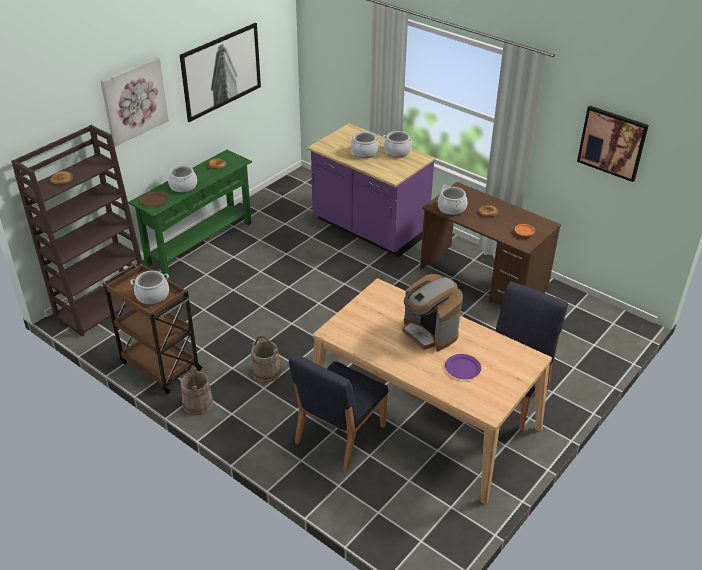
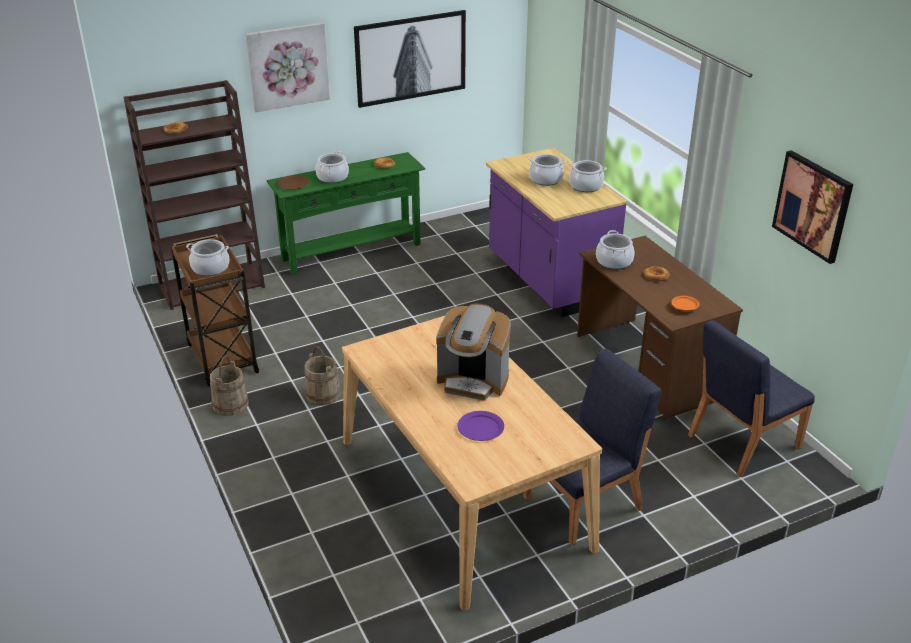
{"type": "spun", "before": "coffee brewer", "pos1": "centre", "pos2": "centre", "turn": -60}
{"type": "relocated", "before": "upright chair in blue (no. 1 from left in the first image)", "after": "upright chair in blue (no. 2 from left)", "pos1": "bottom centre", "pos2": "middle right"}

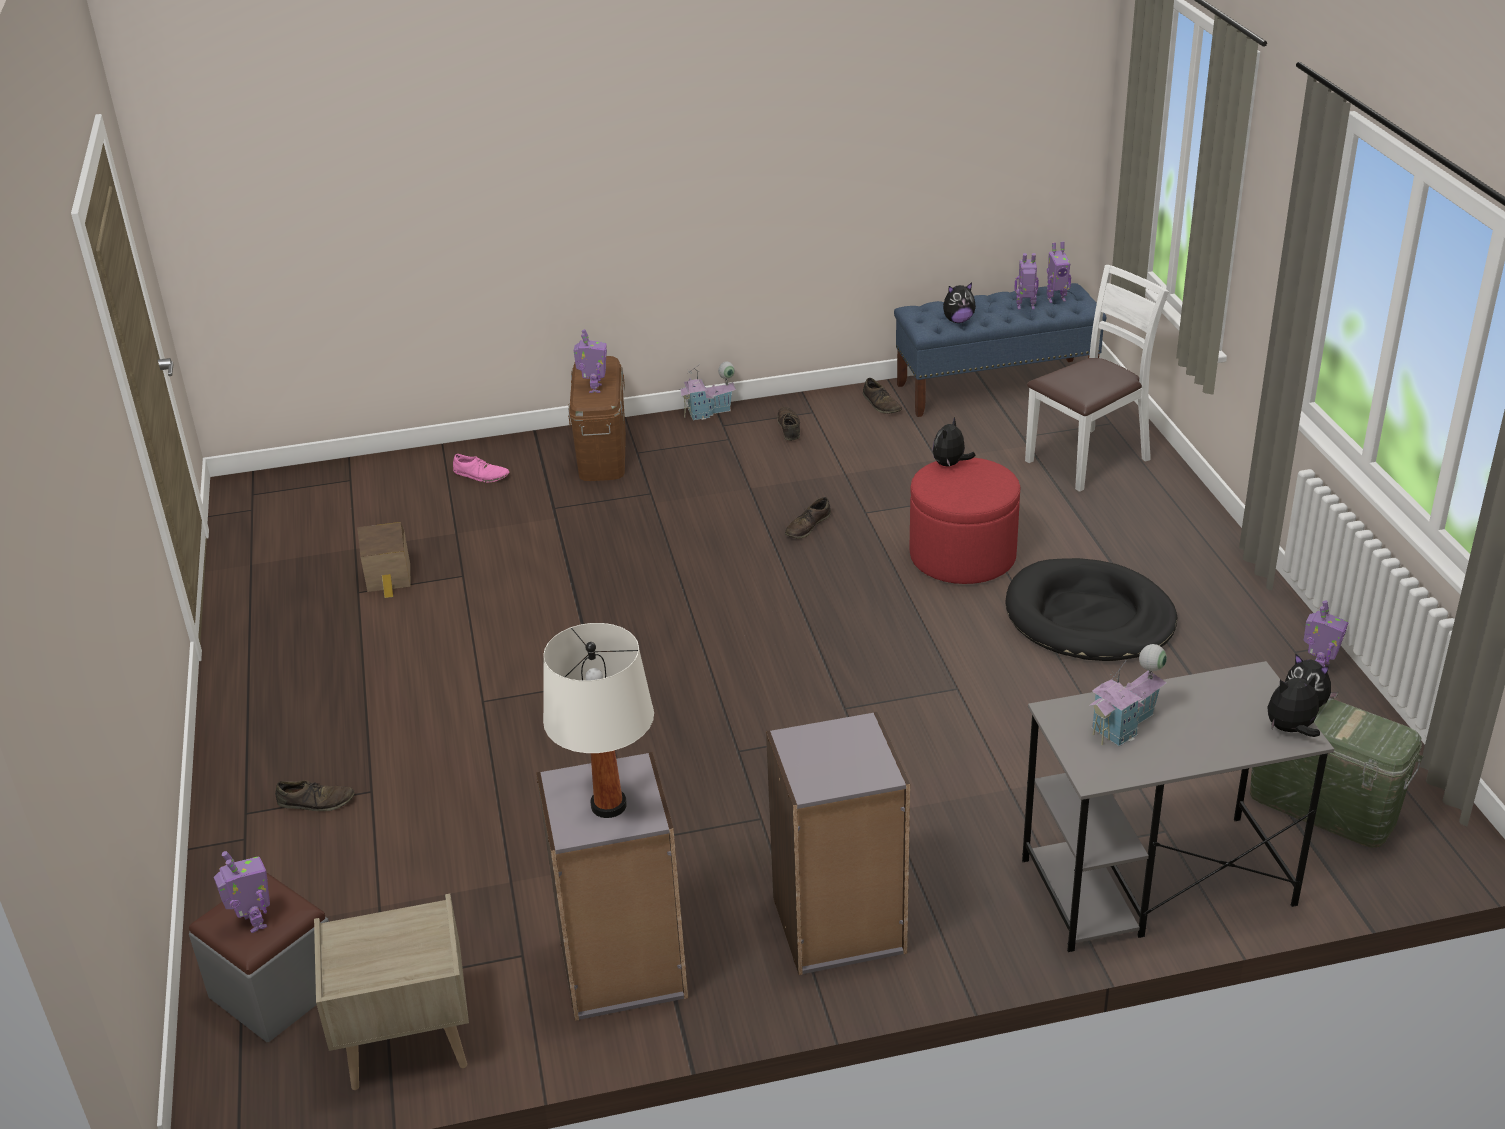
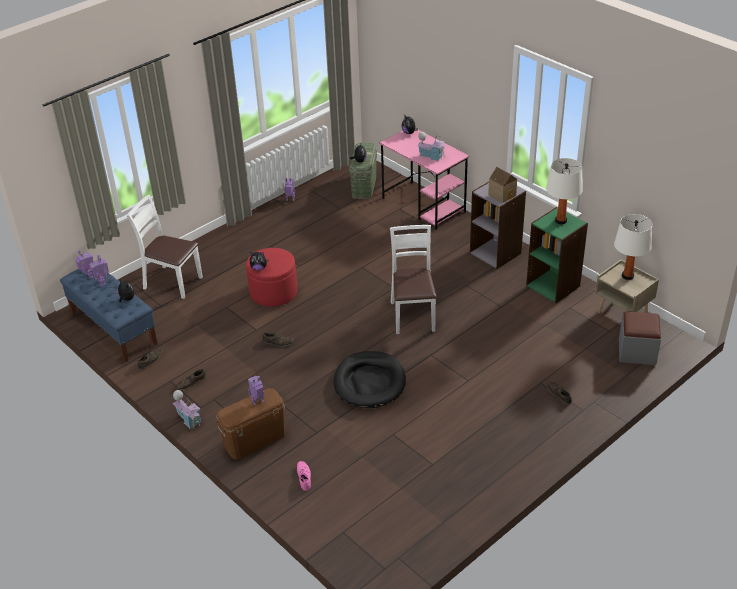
{"type": "relocated", "before": "pet bed in black-coloured", "pos1": "middle right", "pos2": "centre"}
{"type": "colour", "before": "desk table in greyish", "after": "desk table in pink", "pos1": "bottom right", "pos2": "top centre"}
{"type": "appeared", "after": "upright chair in white (no. 2 from left)", "pos2": "centre"}
{"type": "relocated", "before": "toy house (no. 1 from left in the first image)", "after": "toy house (no. 3 from left)", "pos1": "middle left", "pos2": "top right"}
{"type": "colour", "before": "bookcase in greyish (no. 1 from left)", "after": "bookcase in green", "pos1": "bottom centre", "pos2": "middle right"}
{"type": "appeared", "after": "lamp for a table in white (no. 2 from left)", "pos2": "middle right"}
{"type": "missing", "before": "robot figure (no. 1 from left)", "pos1": "bottom left"}

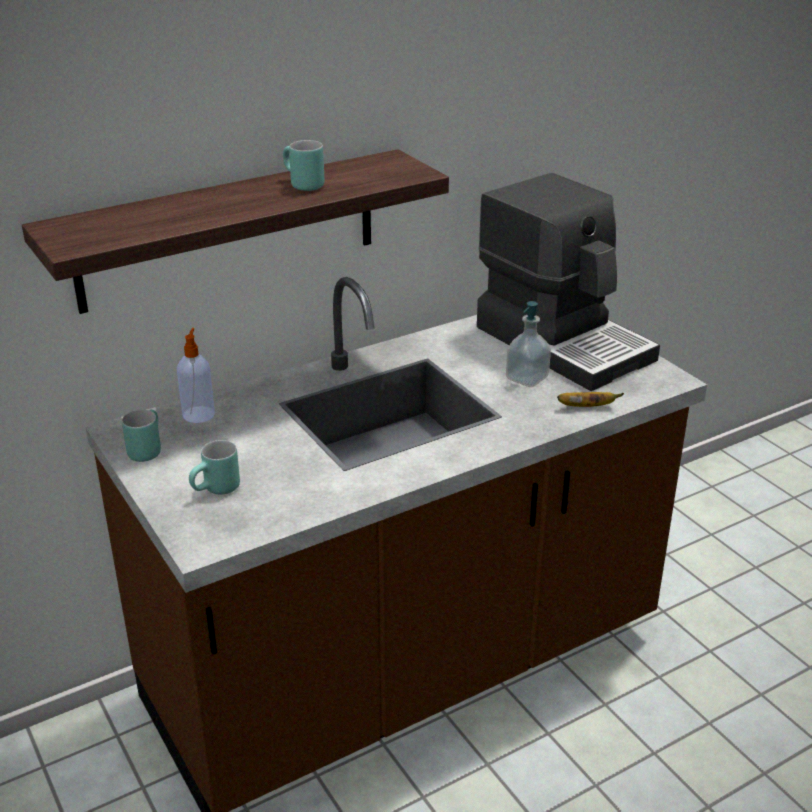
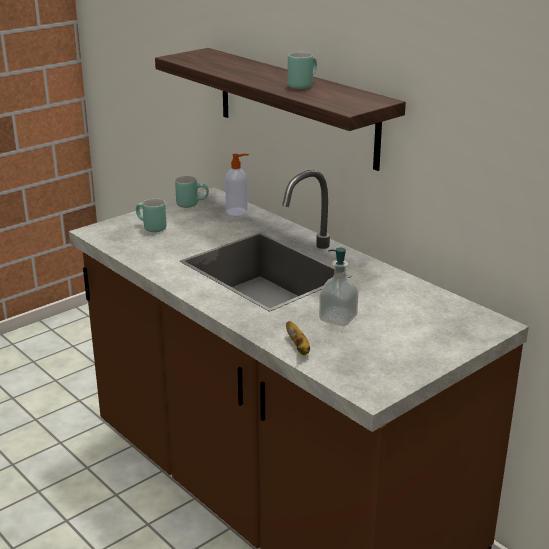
{"type": "missing", "before": "coffee brewer", "pos1": "middle right"}

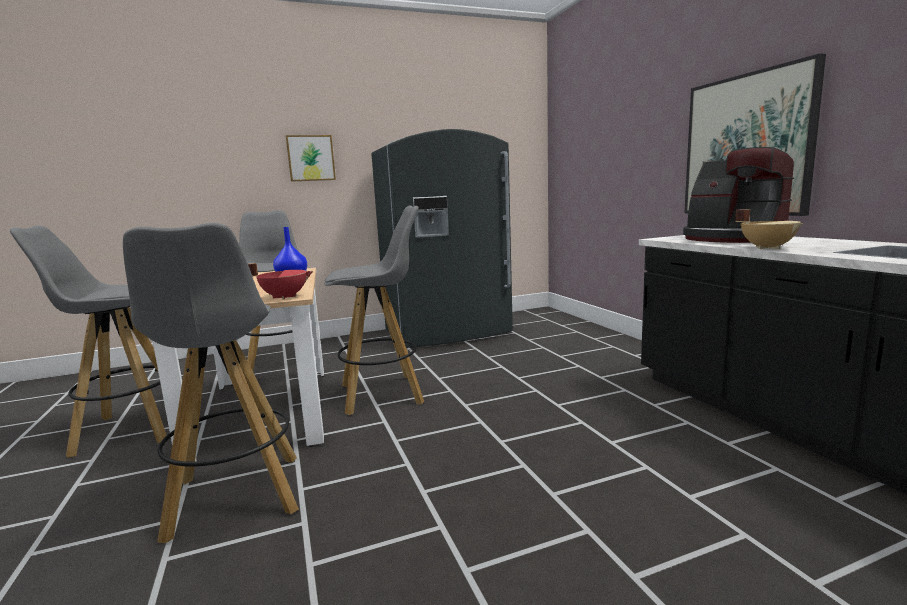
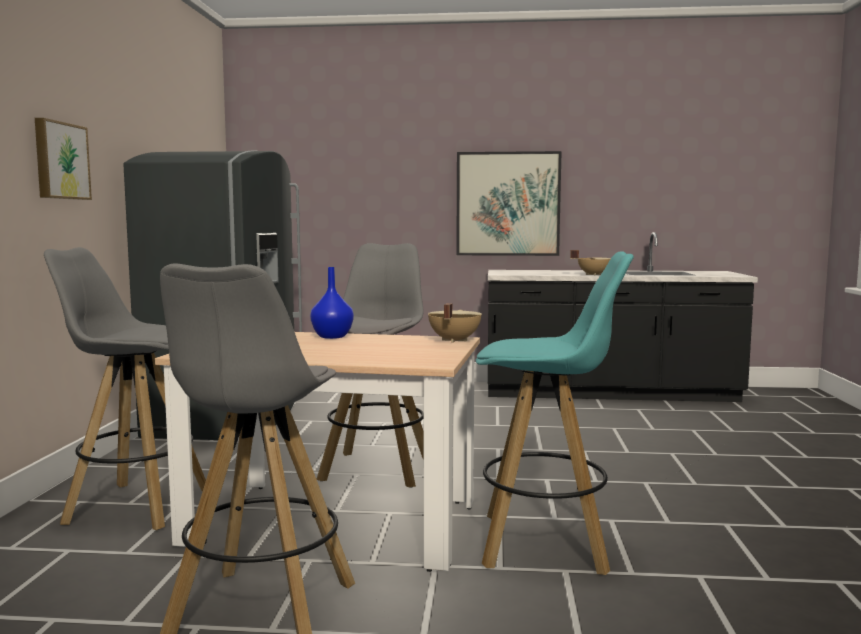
{"type": "colour", "before": "cooking pot in red", "after": "cooking pot in sand-coloured (no. 1 from left)", "pos1": "middle left", "pos2": "centre"}
{"type": "colour", "before": "sitting stool in greyish (no. 2 from left)", "after": "sitting stool in turquoise", "pos1": "middle left", "pos2": "centre"}
{"type": "missing", "before": "coffee brewer", "pos1": "top right"}

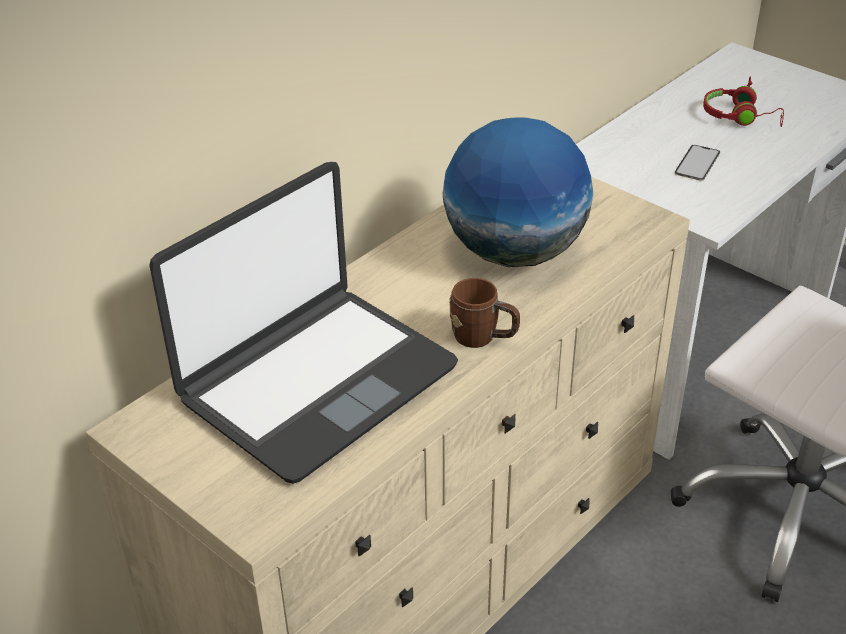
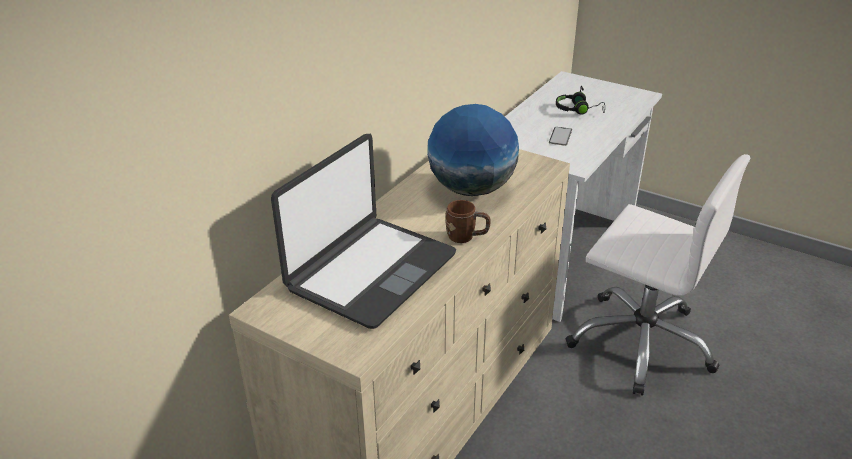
{"type": "colour", "before": "headset in red", "after": "headset in black-coloured", "pos1": "top right", "pos2": "top right"}

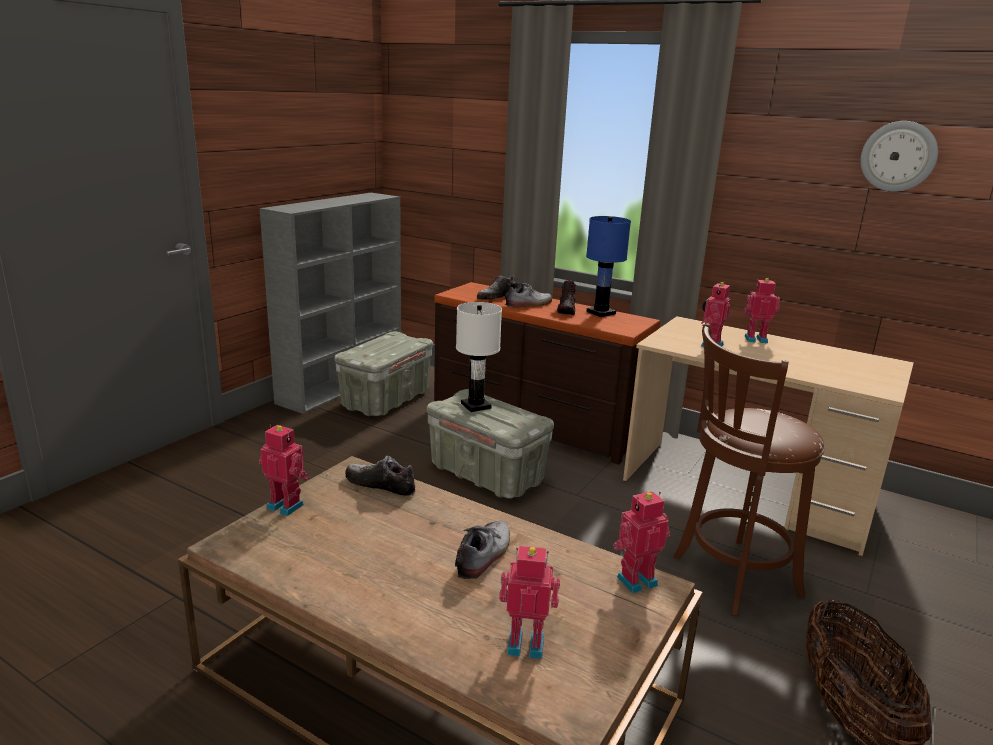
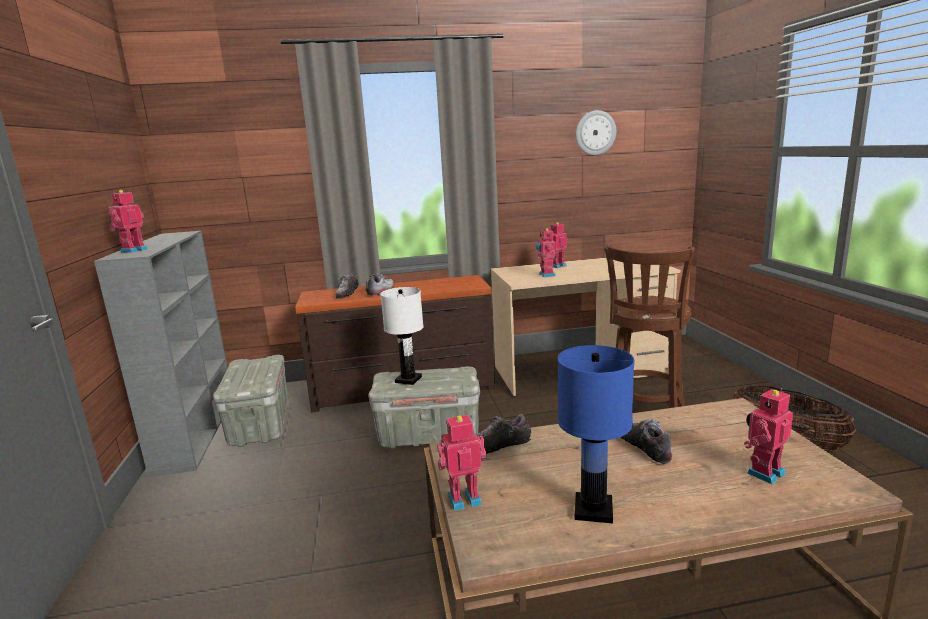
{"type": "relocated", "before": "robot figure (no. 3 from left in the first image)", "after": "robot figure (no. 1 from left)", "pos1": "bottom centre", "pos2": "middle left"}
{"type": "relocated", "before": "lamp for a table in blue", "pos1": "centre", "pos2": "bottom centre"}
{"type": "missing", "before": "item of footwear (no. 5 from left)", "pos1": "centre"}

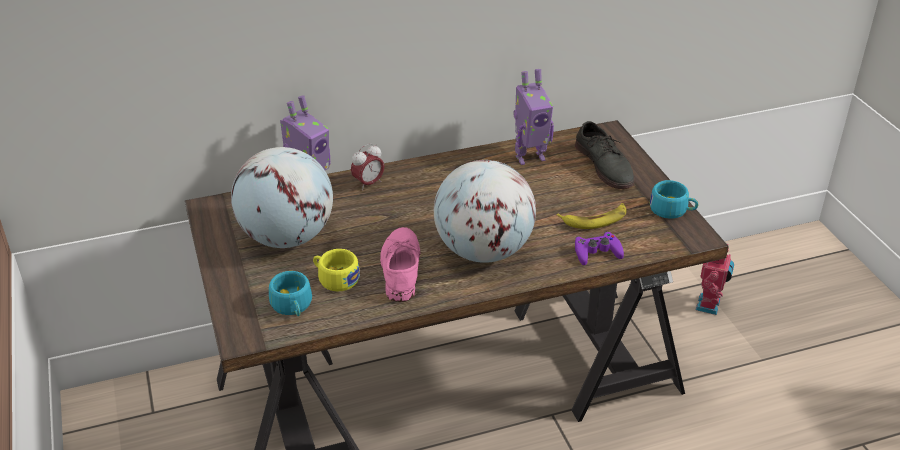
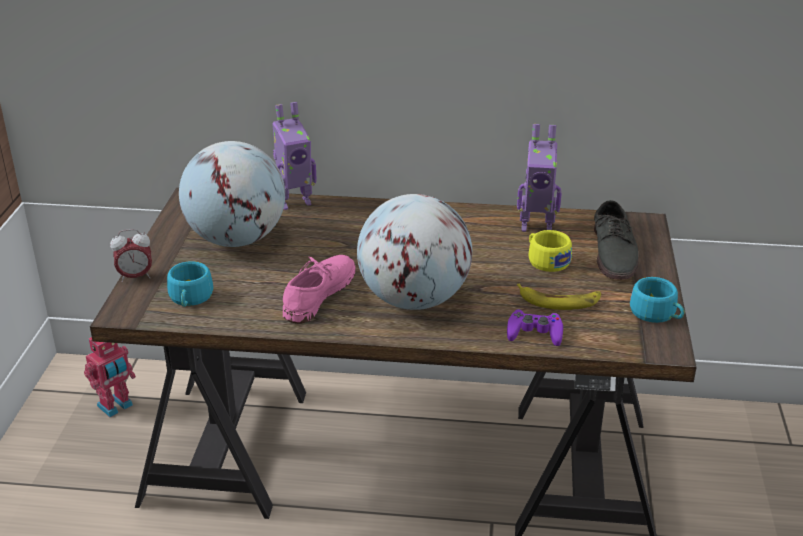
{"type": "relocated", "before": "robot figure (no. 3 from left in the first image)", "after": "robot figure (no. 1 from left)", "pos1": "middle right", "pos2": "bottom left"}
{"type": "relocated", "before": "alarm clock", "pos1": "centre", "pos2": "middle left"}
{"type": "relocated", "before": "drinking cup in yellow", "pos1": "centre", "pos2": "middle right"}

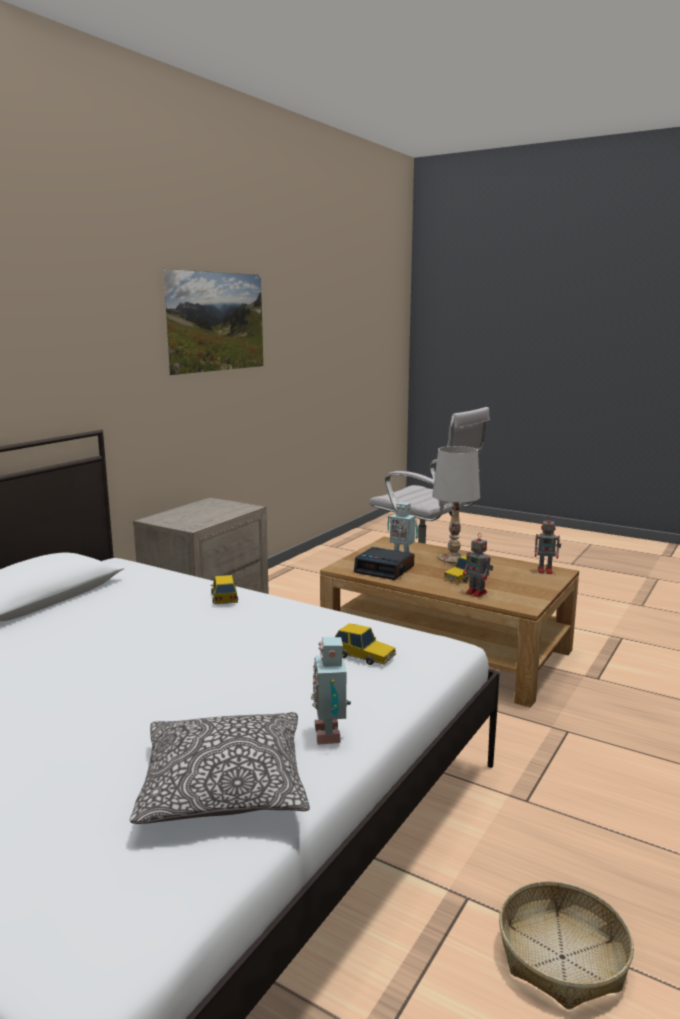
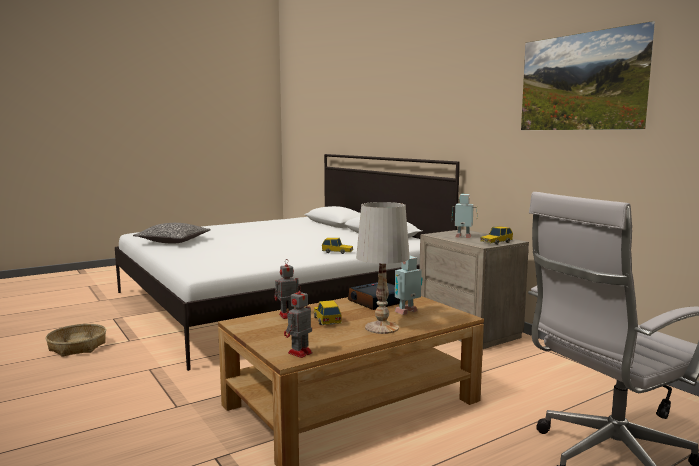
{"type": "relocated", "before": "robot figure (no. 1 from left in the first image)", "after": "robot figure (no. 4 from left)", "pos1": "bottom centre", "pos2": "centre"}
{"type": "relocated", "before": "toy car (no. 2 from left in the first image)", "after": "toy car (no. 3 from left)", "pos1": "centre", "pos2": "middle right"}

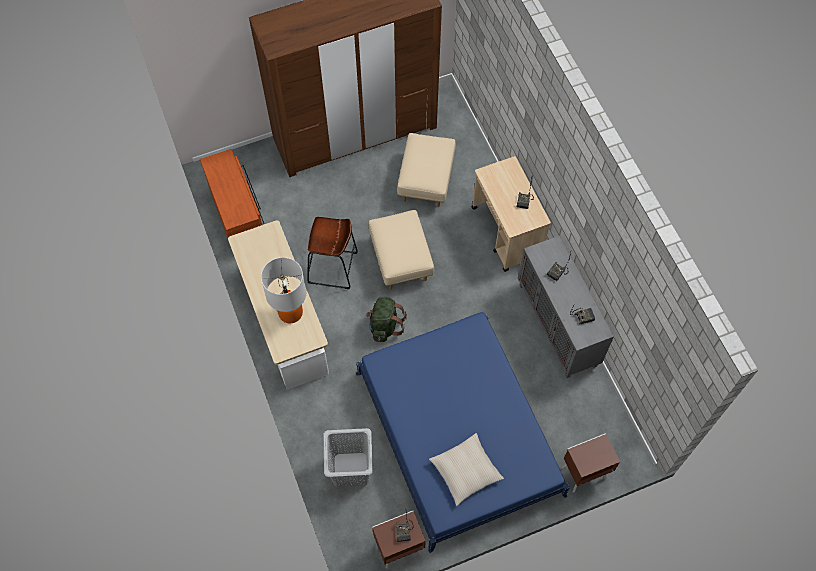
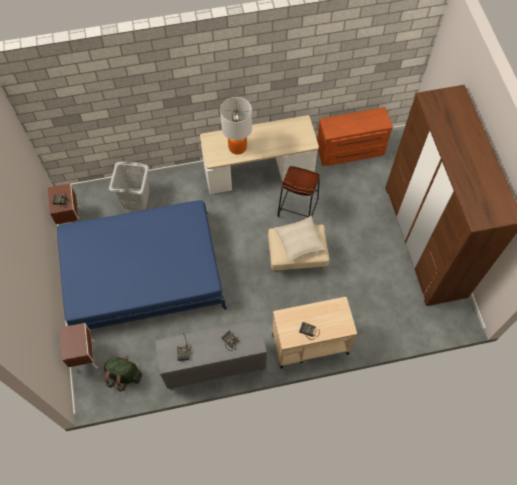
{"type": "relocated", "before": "knapsack in green", "pos1": "centre", "pos2": "bottom left"}
{"type": "relocated", "before": "pillow in sand-coloured", "pos1": "bottom centre", "pos2": "centre"}
{"type": "missing", "before": "pouffe in sand-coloured (no. 2 from left)", "pos1": "top centre"}

